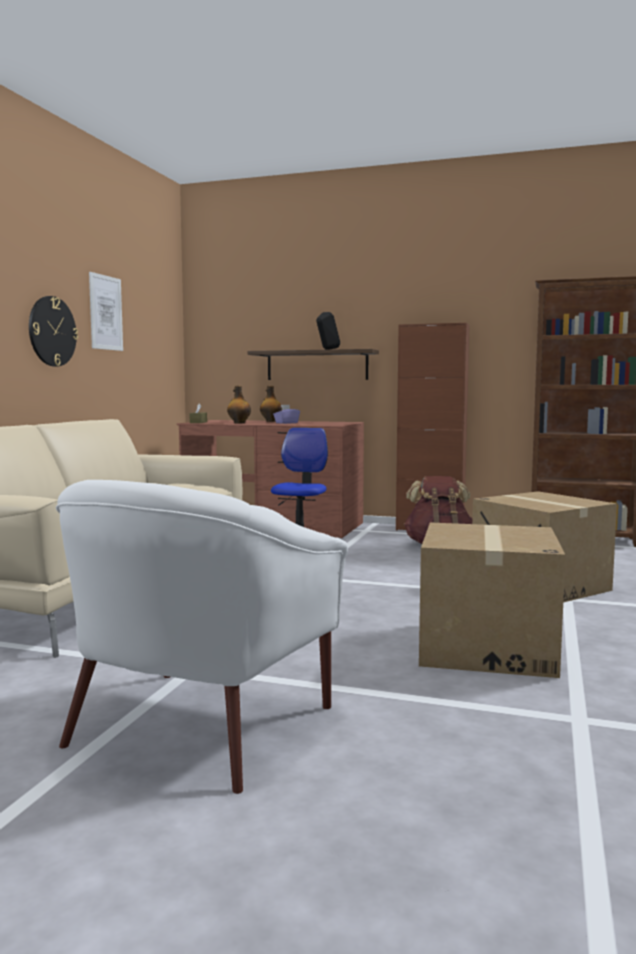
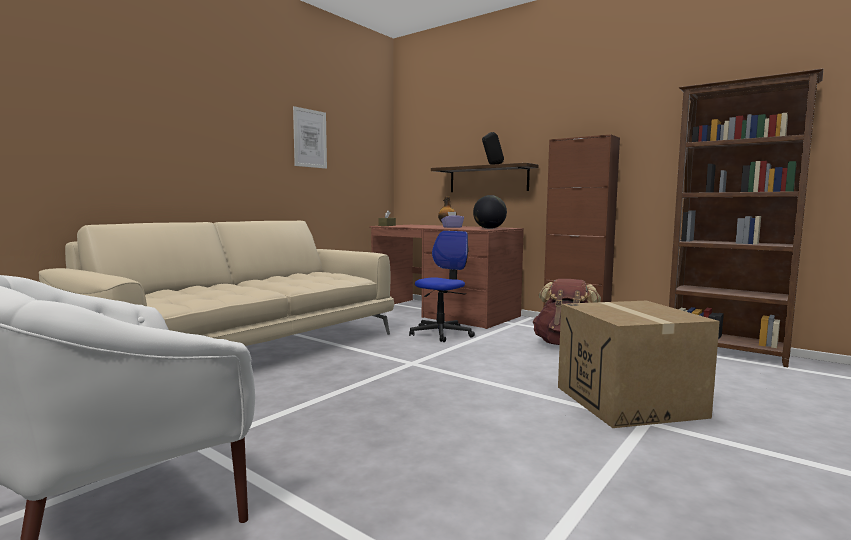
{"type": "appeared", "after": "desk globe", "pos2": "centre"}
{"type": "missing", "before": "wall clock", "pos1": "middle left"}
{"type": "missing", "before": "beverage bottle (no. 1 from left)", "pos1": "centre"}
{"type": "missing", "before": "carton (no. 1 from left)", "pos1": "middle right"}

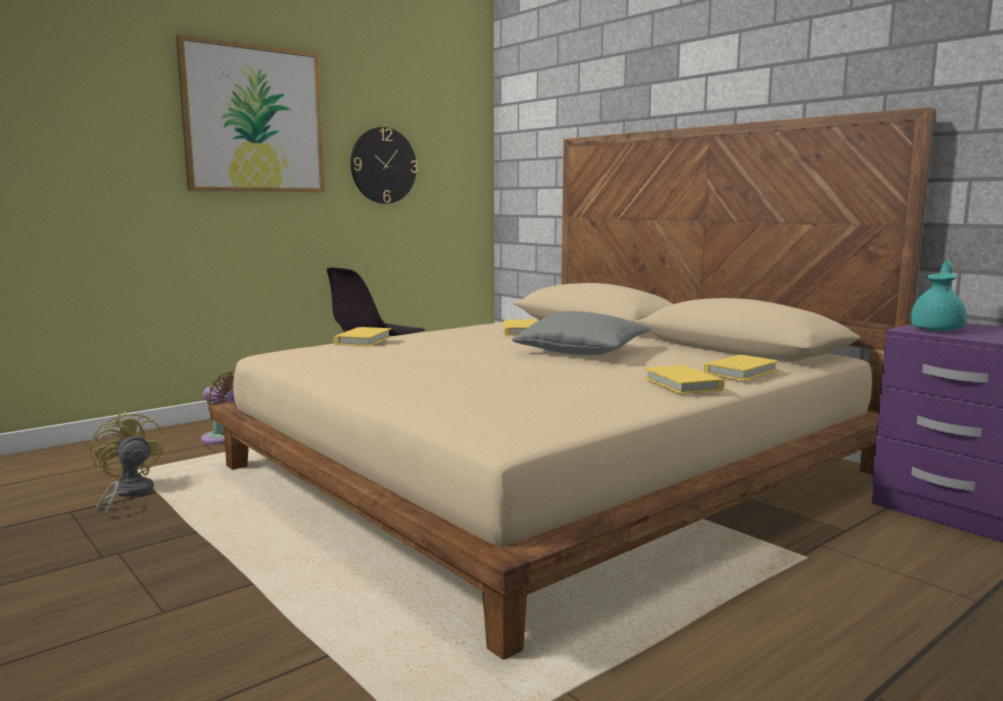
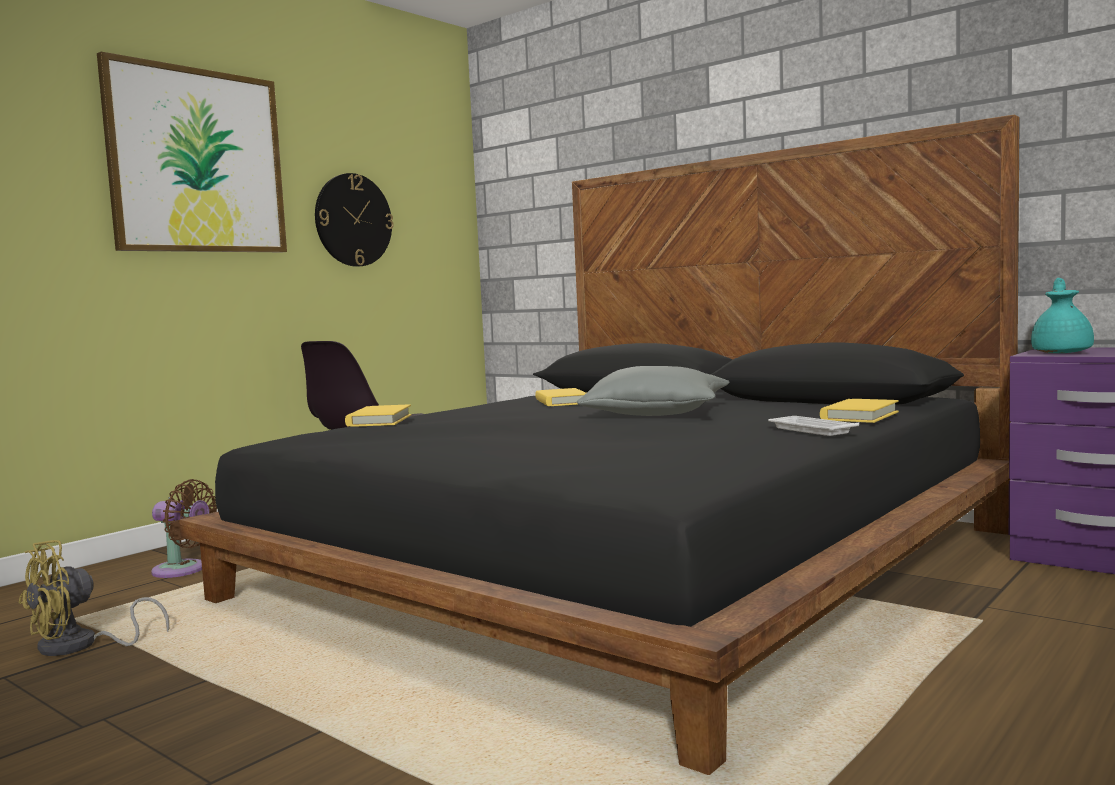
{"type": "spun", "before": "electric fan in yellow", "pos1": "middle left", "pos2": "bottom left", "turn": -90}
{"type": "colour", "before": "bedroom bed in sand-coloured", "after": "bedroom bed in black-coloured", "pos1": "centre", "pos2": "centre"}
{"type": "exchanged", "before": "volume in yellow (no. 3 from left)", "after": "tray in white", "pos1": "middle right", "pos2": "middle right"}

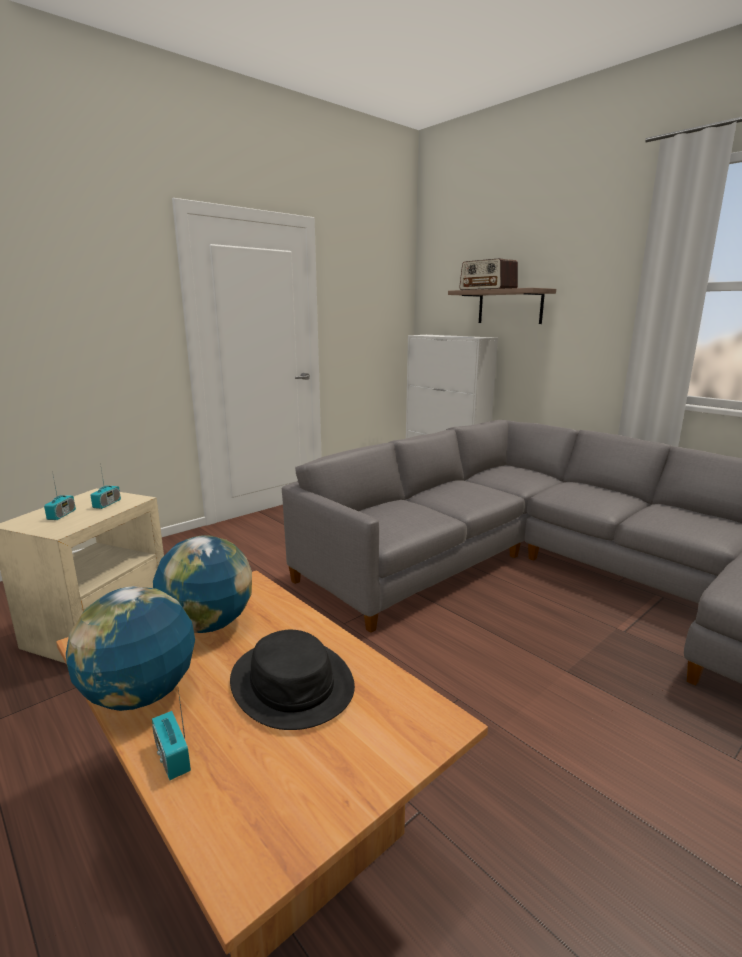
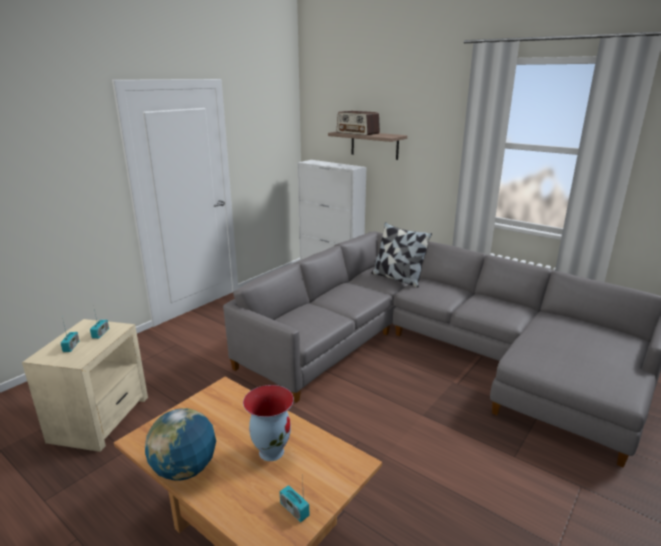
{"type": "exchanged", "before": "clothing hat in black-coloured", "after": "decorative vase", "pos1": "bottom centre", "pos2": "bottom centre"}
{"type": "relocated", "before": "radio (no. 3 from left)", "pos1": "bottom left", "pos2": "bottom centre"}
{"type": "appeared", "after": "pillow", "pos2": "centre"}
{"type": "missing", "before": "desk globe (no. 2 from left)", "pos1": "middle left"}

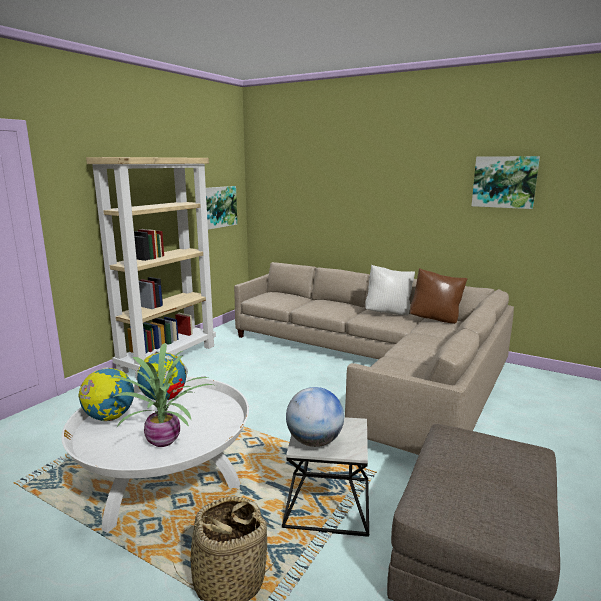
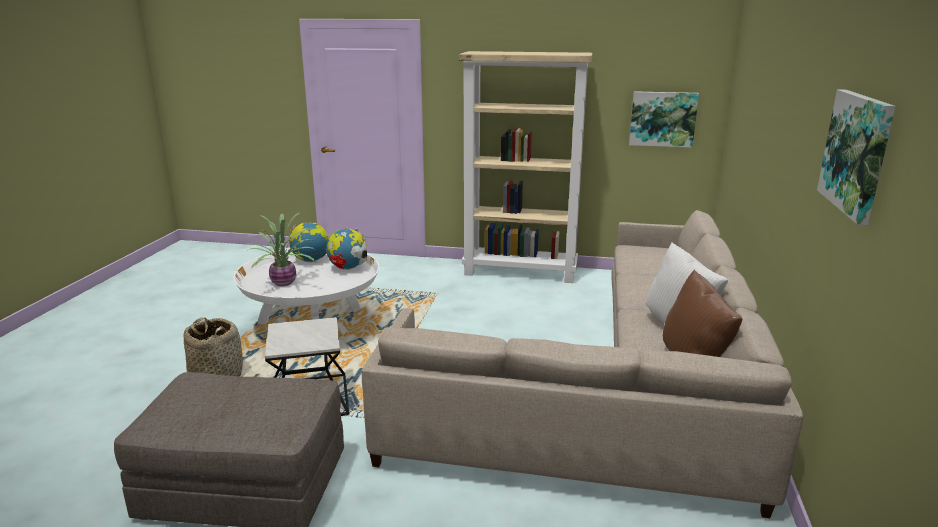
{"type": "missing", "before": "desk globe (no. 3 from left)", "pos1": "bottom centre"}

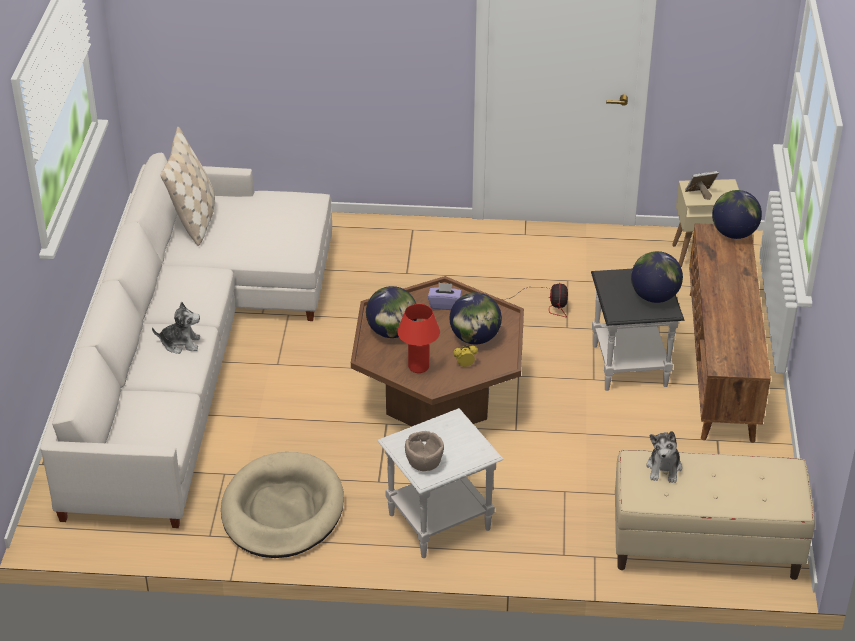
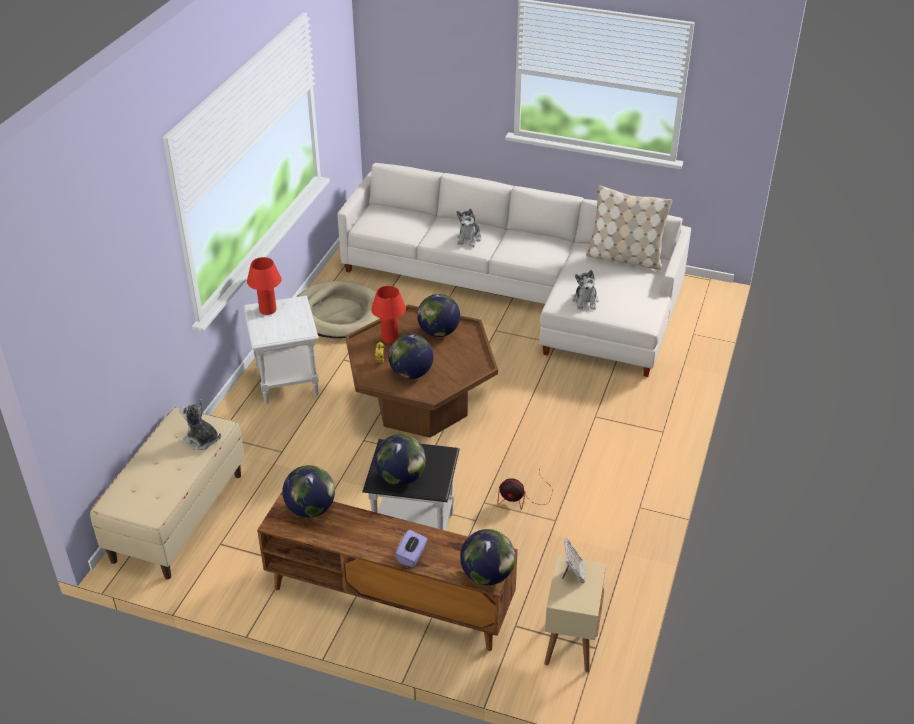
{"type": "exchanged", "before": "deep dish in brown", "after": "lamp for a table in red (no. 1 from left)", "pos1": "bottom centre", "pos2": "middle left"}
{"type": "appeared", "after": "desk globe (no. 1 from left)", "pos2": "bottom centre"}
{"type": "relocated", "before": "box of tissues in purple-coloured", "pos1": "centre", "pos2": "bottom centre"}
{"type": "appeared", "after": "cuddly toy (no. 3 from left)", "pos2": "centre"}

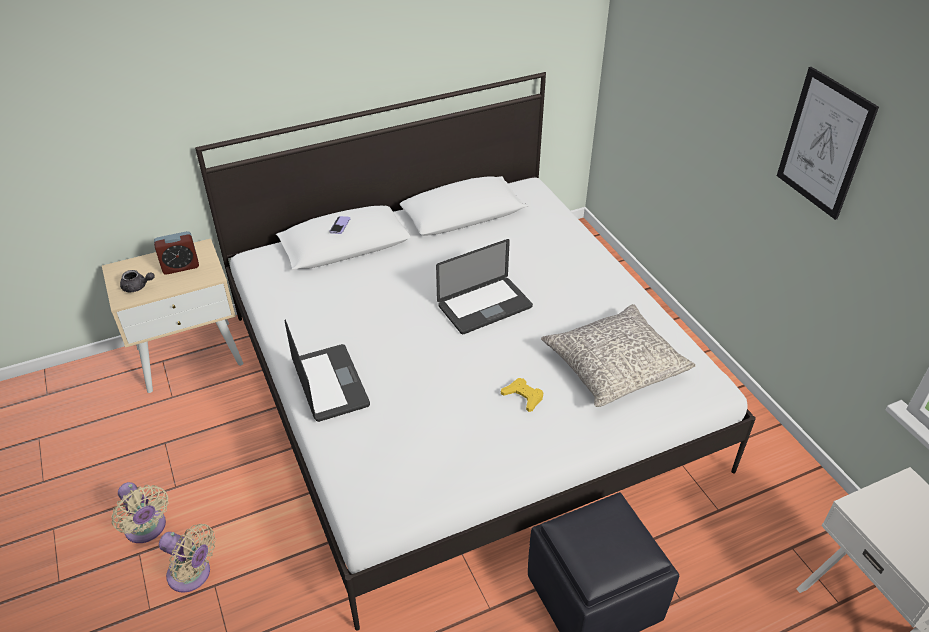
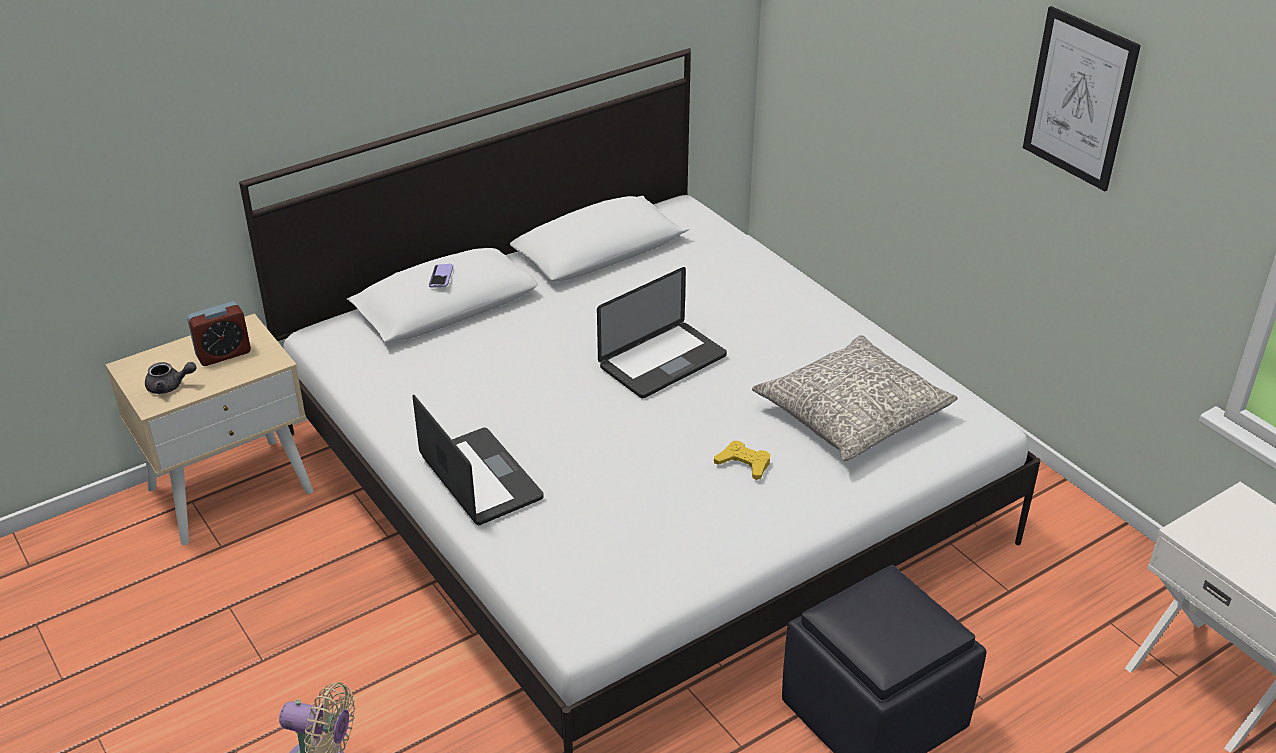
{"type": "missing", "before": "electric fan in sand-coloured (no. 1 from left)", "pos1": "bottom left"}

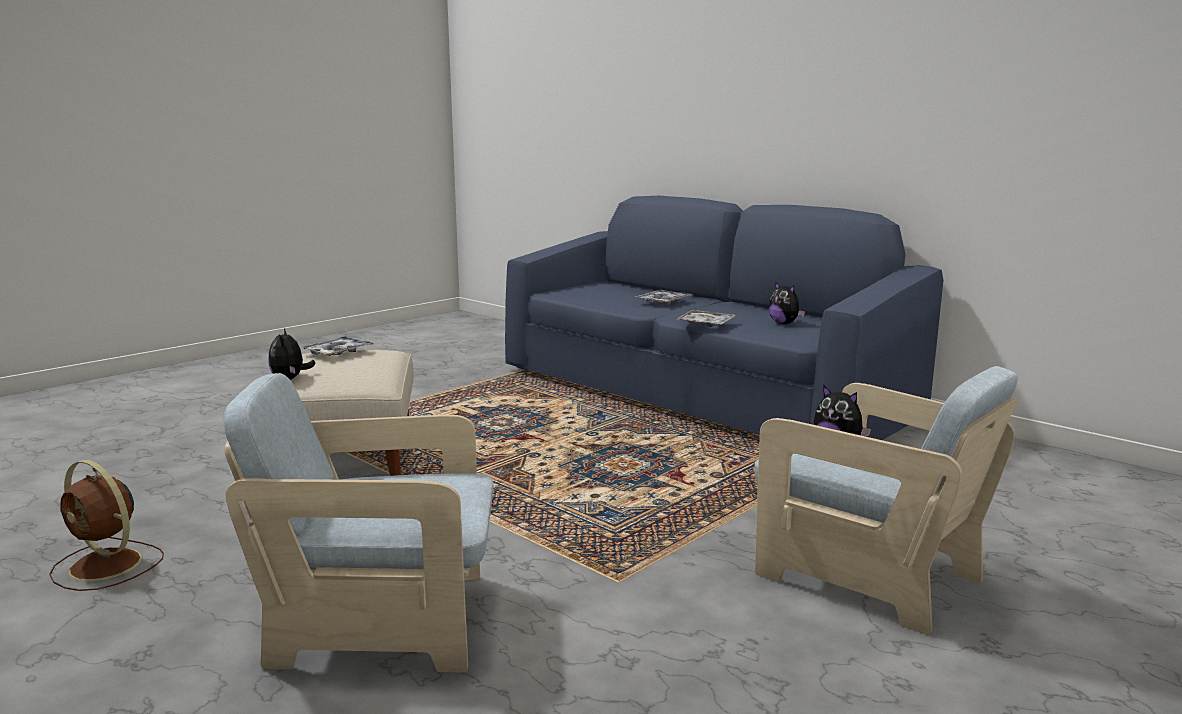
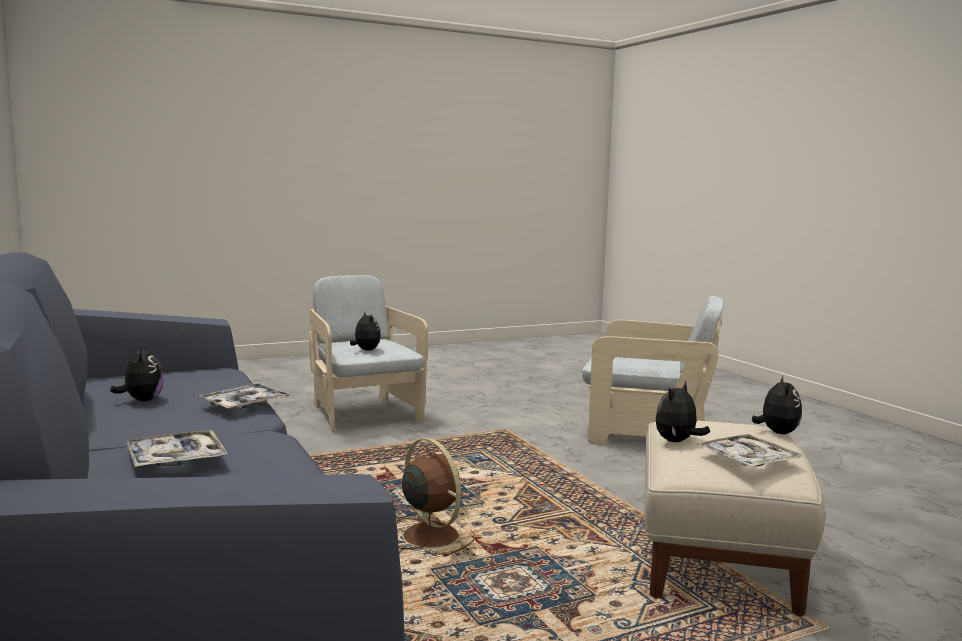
{"type": "relocated", "before": "electric fan in brown", "pos1": "bottom left", "pos2": "bottom centre"}
{"type": "appeared", "after": "cuddly toy (no. 3 from left)", "pos2": "middle right"}

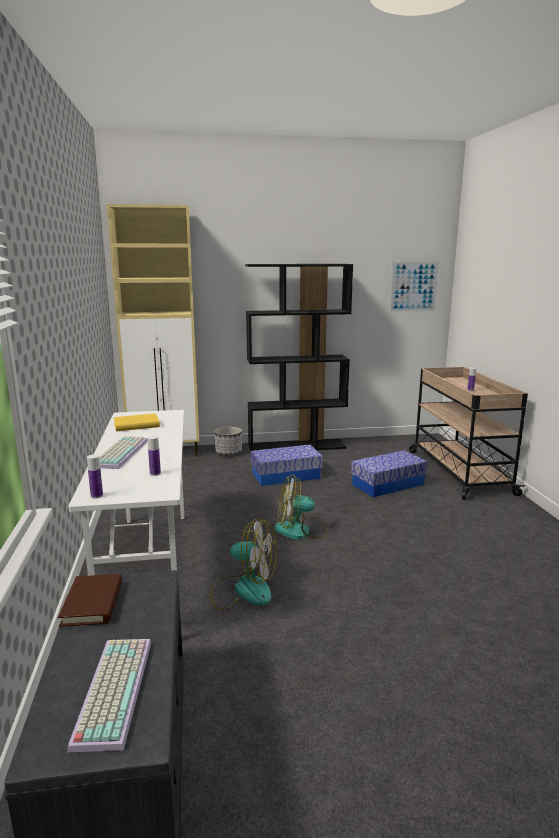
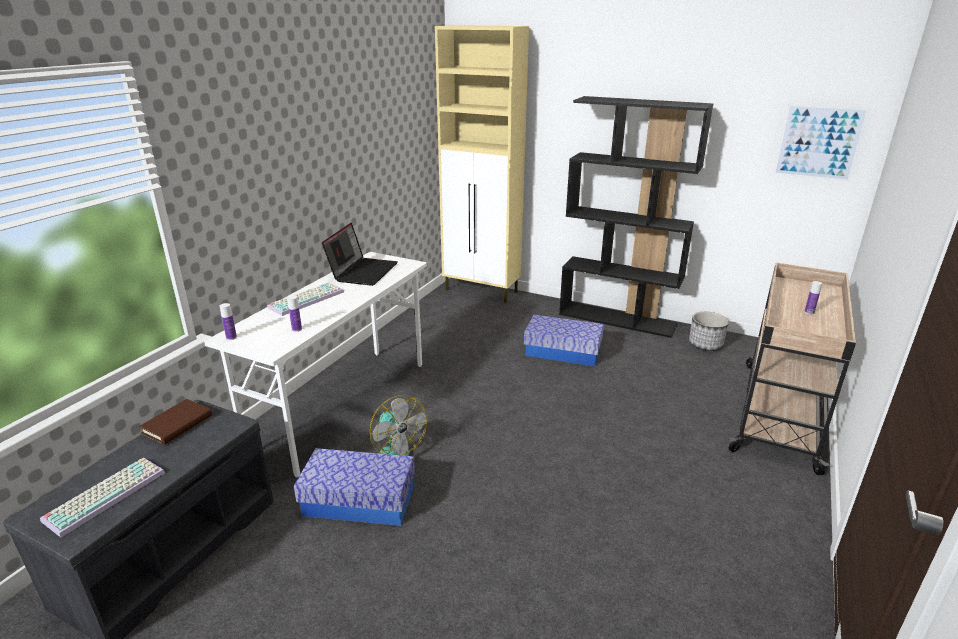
{"type": "relocated", "before": "storage container (no. 2 from left in the first image)", "after": "storage container (no. 1 from left)", "pos1": "middle right", "pos2": "bottom centre"}
{"type": "exchanged", "before": "volume in yellow", "after": "notebook computer", "pos1": "middle left", "pos2": "centre"}
{"type": "relocated", "before": "plant pot", "pos1": "centre", "pos2": "middle right"}
{"type": "missing", "before": "electric fan (no. 2 from left)", "pos1": "centre"}

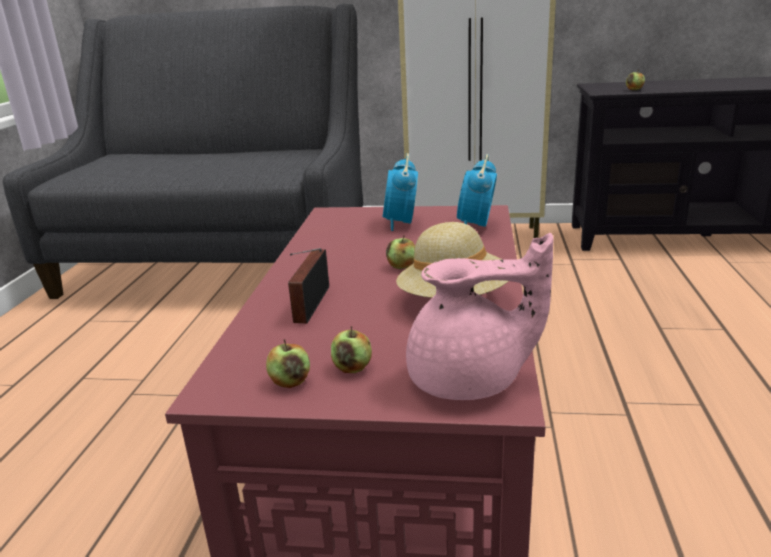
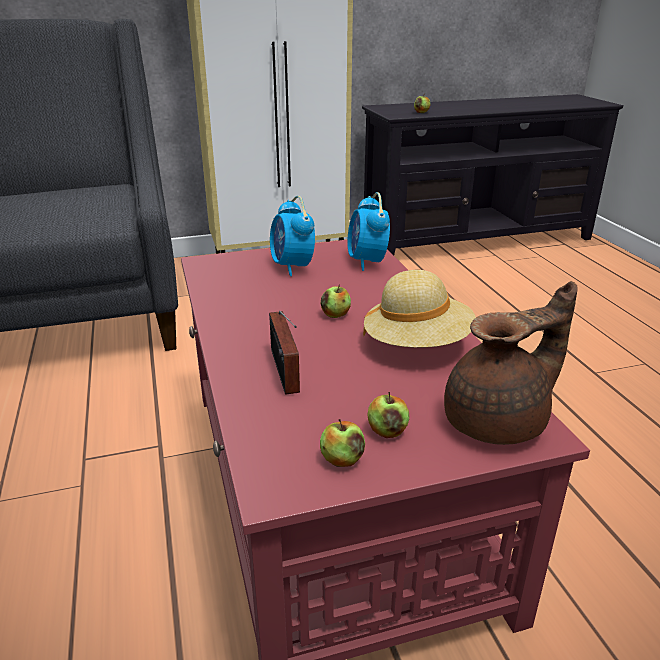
{"type": "colour", "before": "pot for tea in pink", "after": "pot for tea in brown", "pos1": "centre", "pos2": "middle right"}

